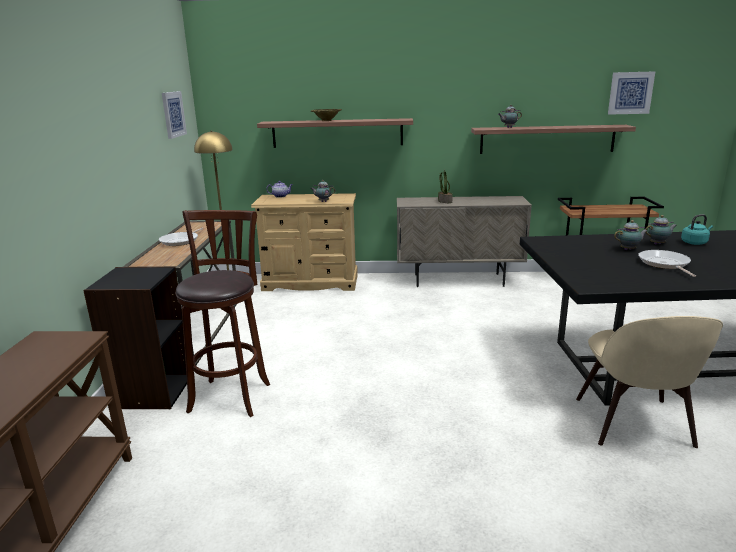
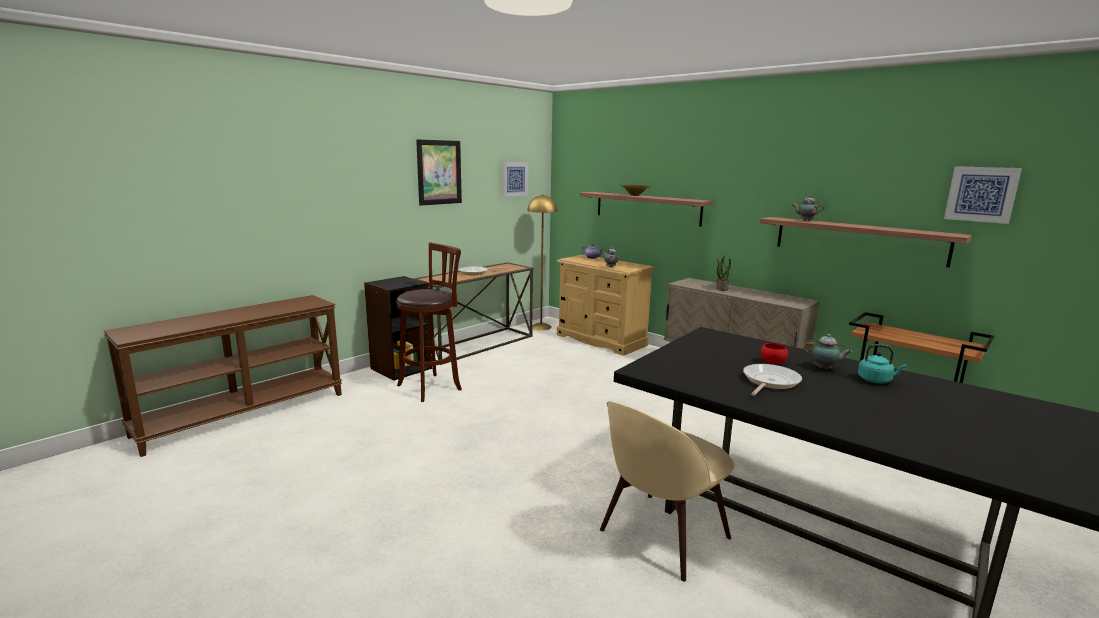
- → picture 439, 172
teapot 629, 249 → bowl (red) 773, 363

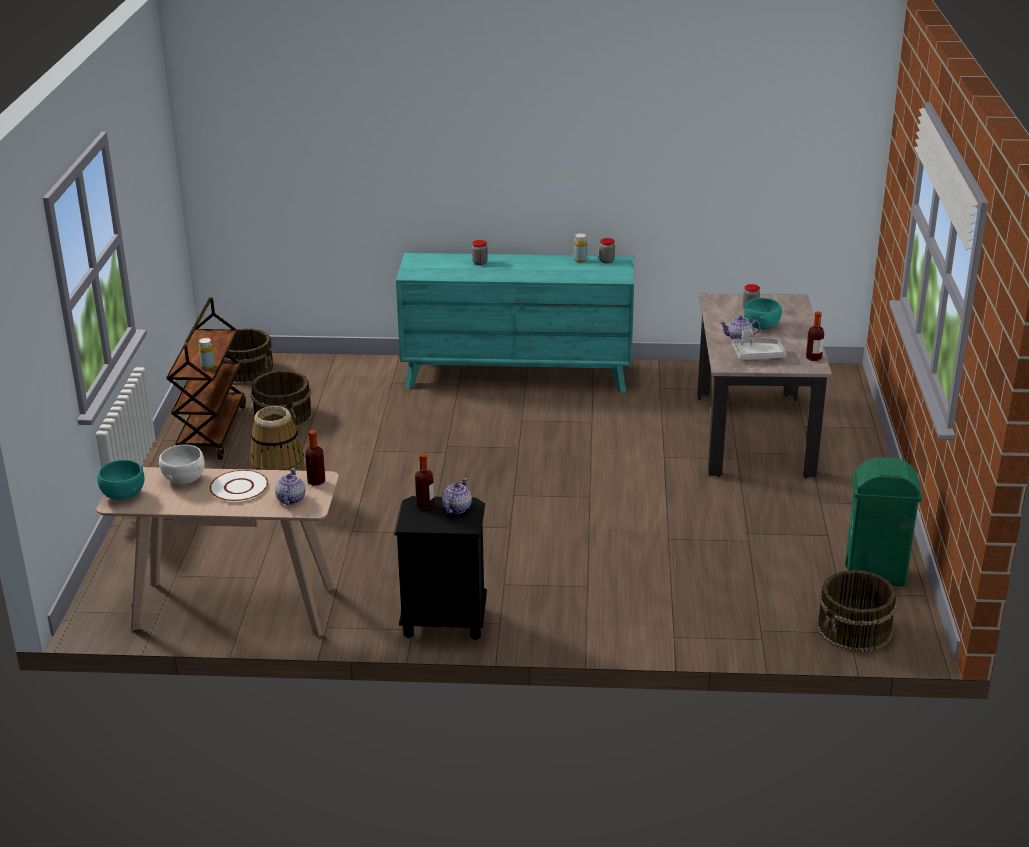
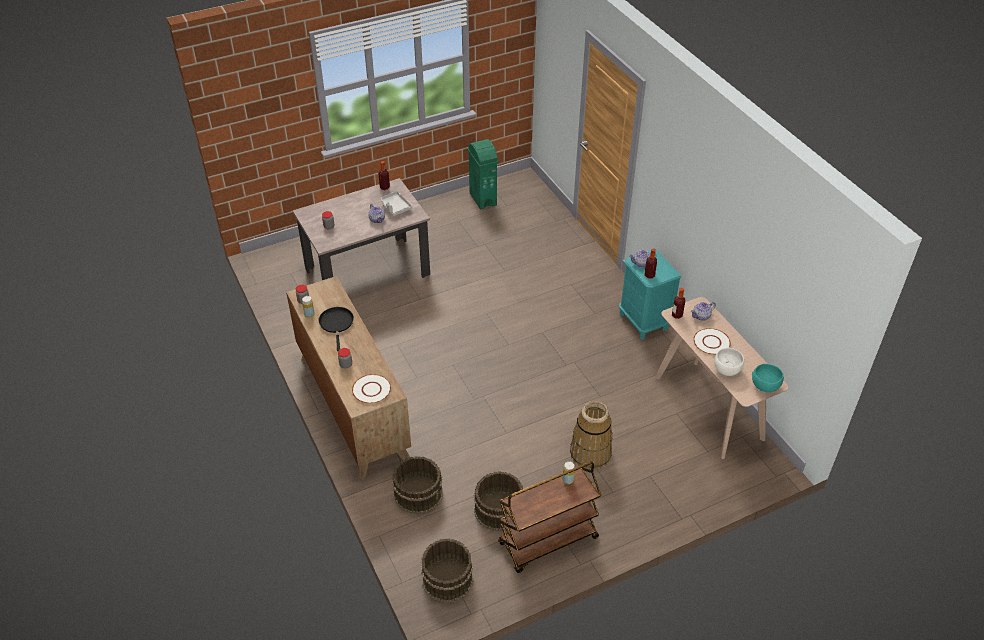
bowl (turquoise) 762, 326 → -
- → frying pan (black) 336, 324
- → plate (white) 371, 389
bucket (brown) 854, 630 → bucket (brown) 418, 493, shifted
nightstand (black) 444, 622 → nightstand (turquoise) 644, 321
dresser (turquoise) 517, 375 → dresser (brown) 352, 406

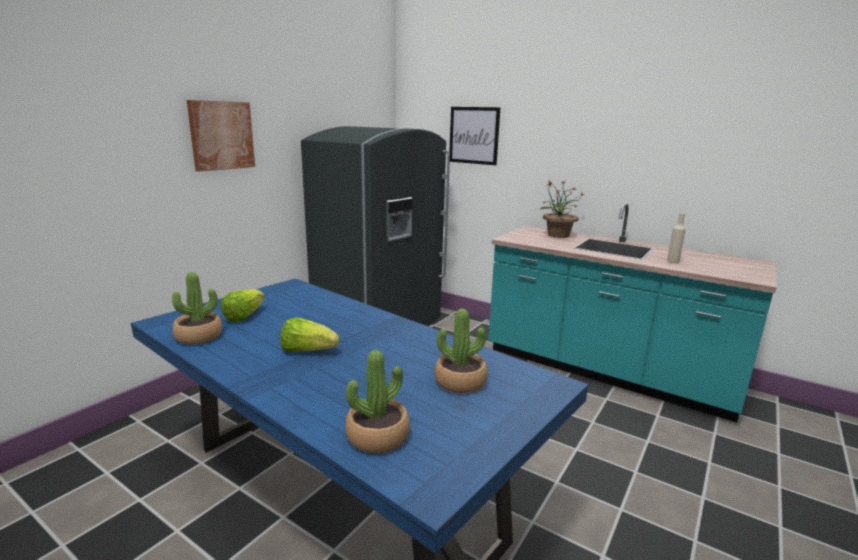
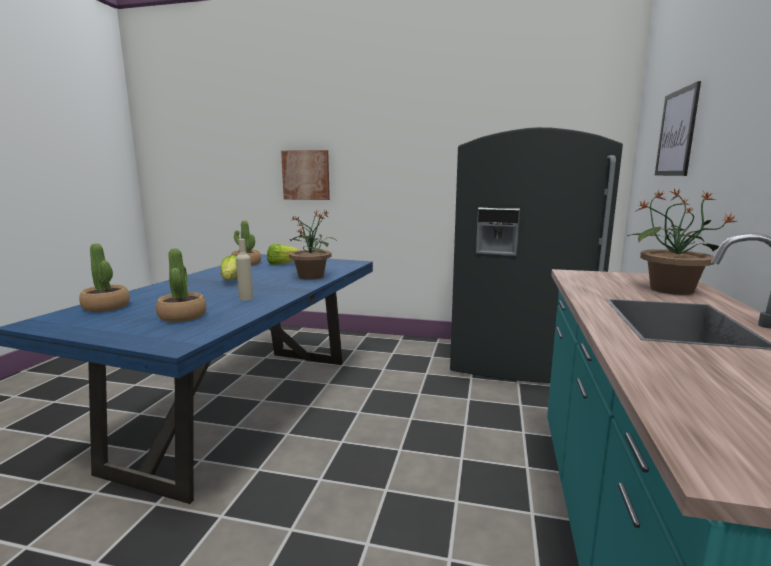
- → potted plant 311, 276
picture 221, 135 → picture 306, 175, shifted
bottle (beige) 673, 261 → bottle (beige) 246, 298, shifted

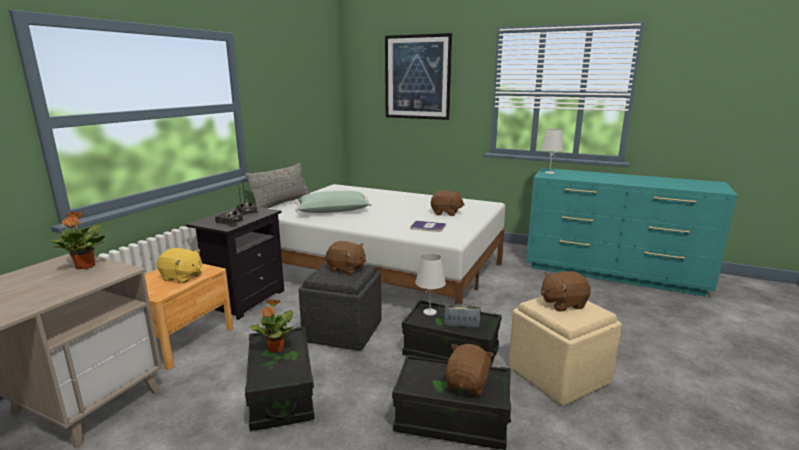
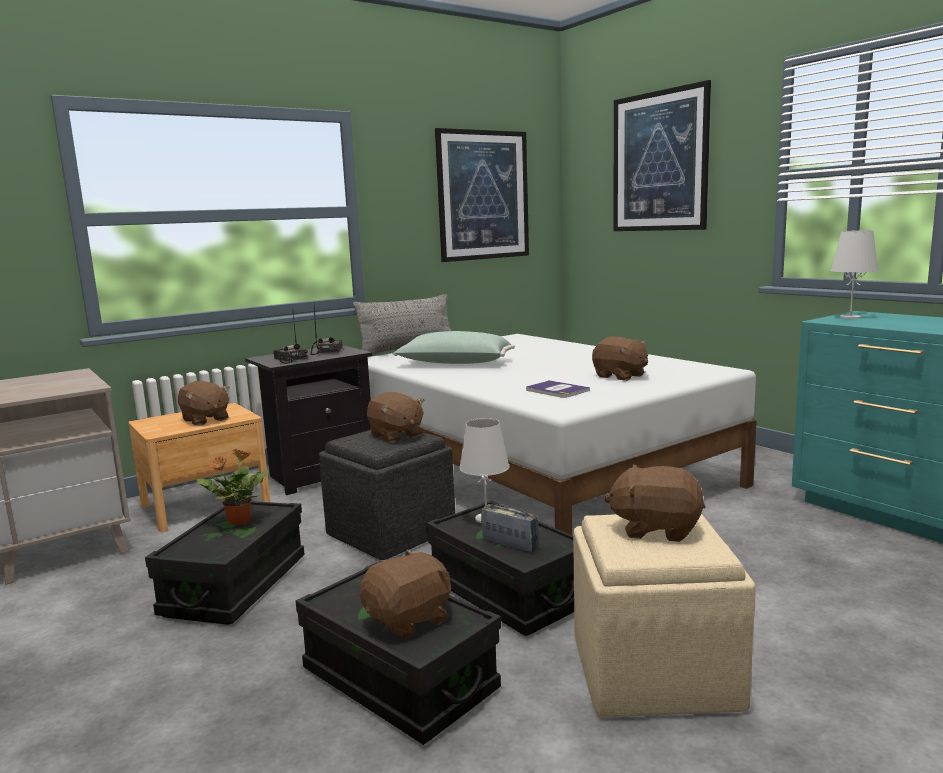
potted plant 85, 267 → -
- → picture 483, 195
plush toy (yellow) 182, 277 → plush toy (brown) 205, 420

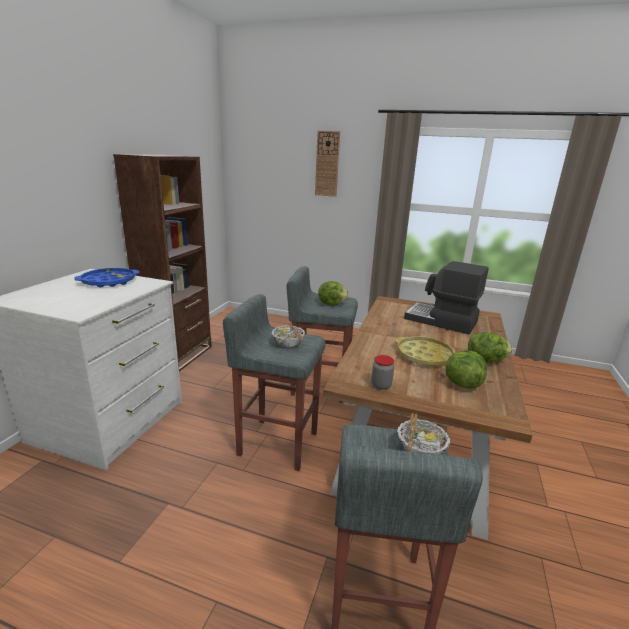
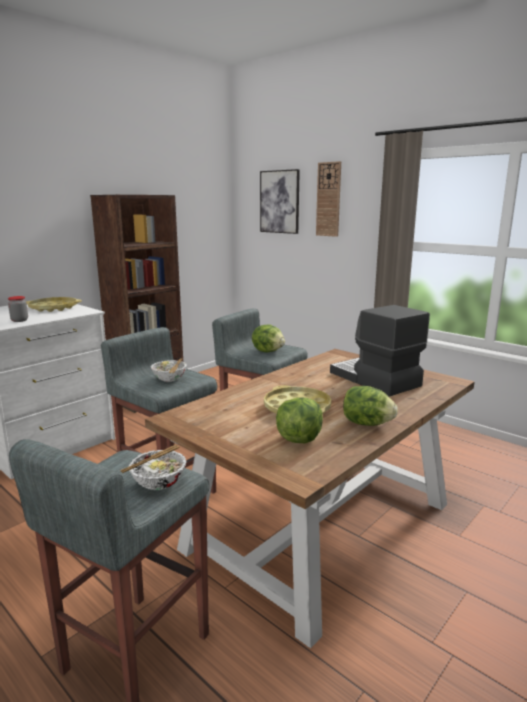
- → picture 279, 202
jar 381, 385 → jar 19, 320, shifted
tray (blue) 109, 281 → tray (yellow) 53, 308

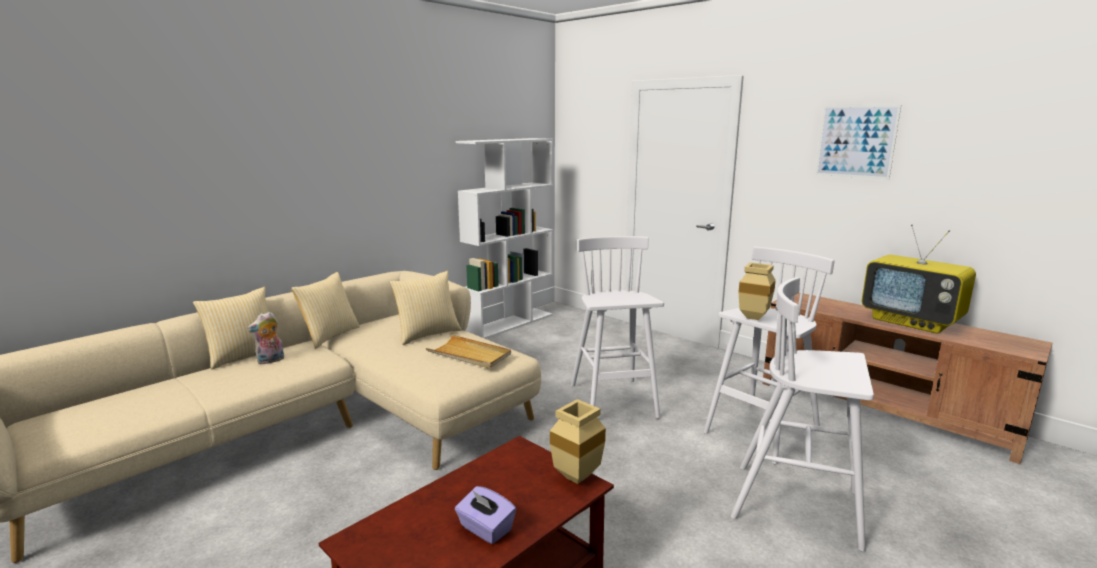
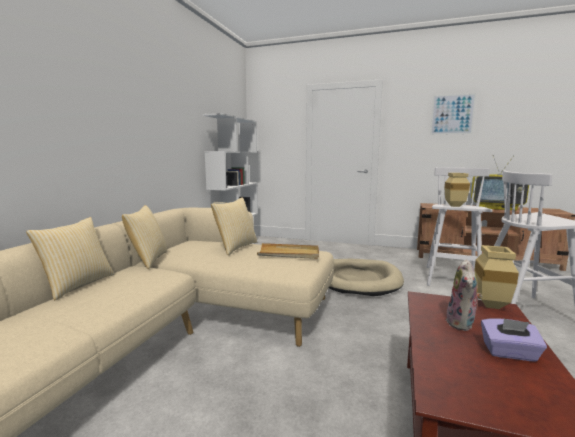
plush toy 270, 361 → plush toy 462, 324, shifted
stool (white) 613, 402 → dog bed (beige) 358, 280

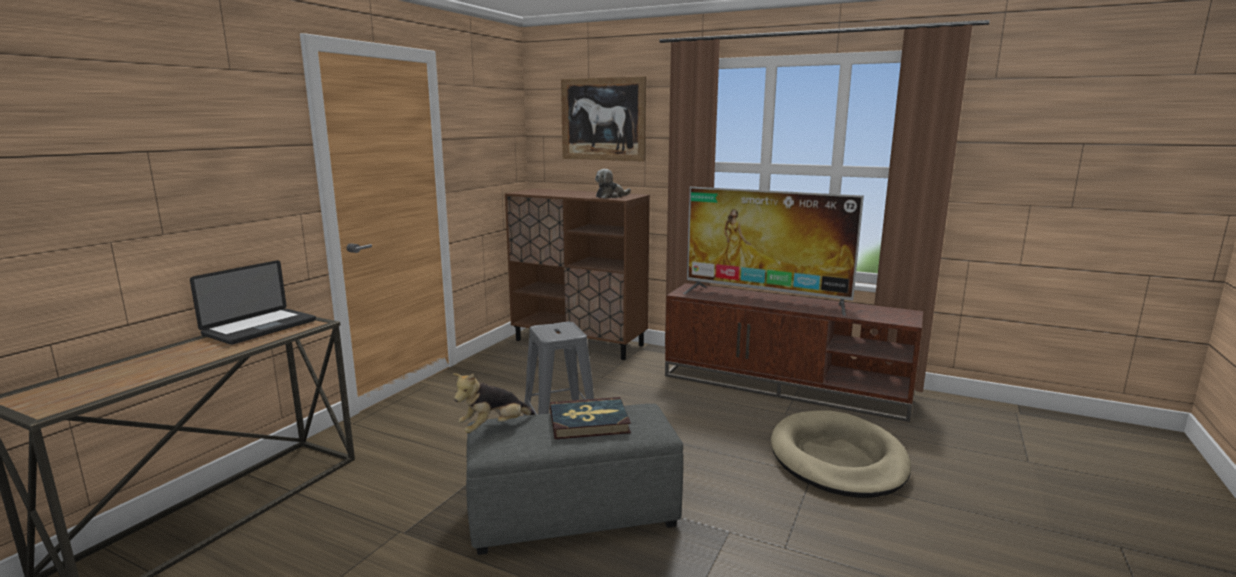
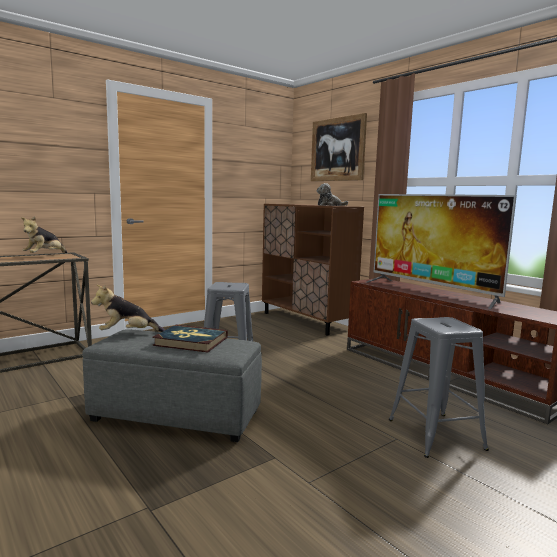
laptop 260, 328 → plush toy 44, 255
dog bed (beige) 837, 459 → stool (grey) 435, 434

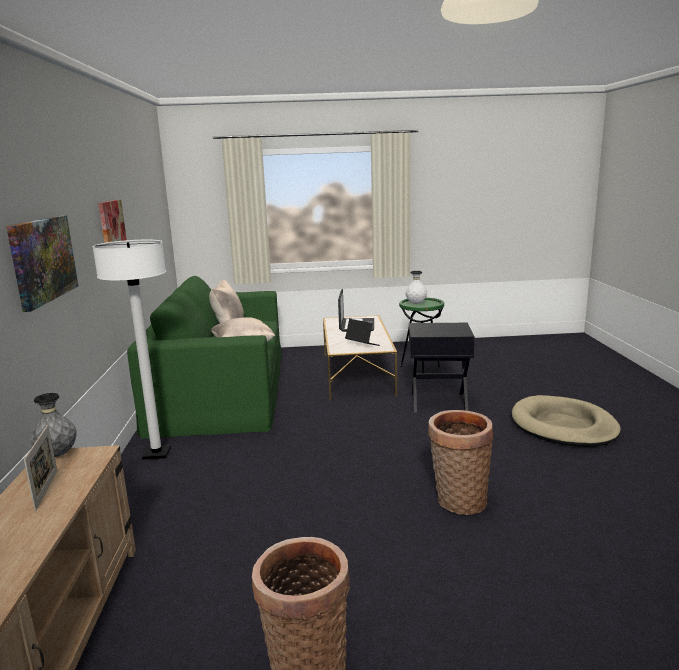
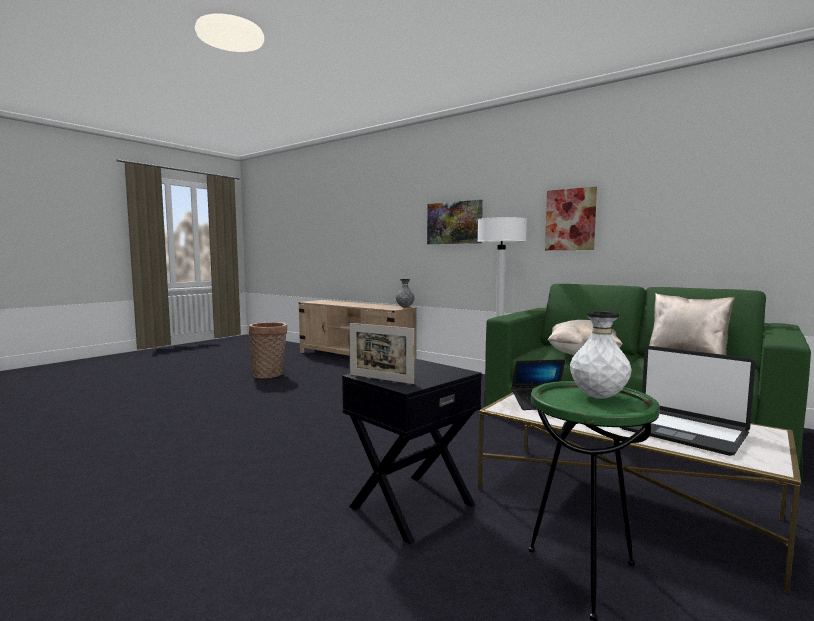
basket 458, 500 → -
dog bed (beige) 563, 426 → -
picture frame 46, 490 → picture frame 380, 379, shifted

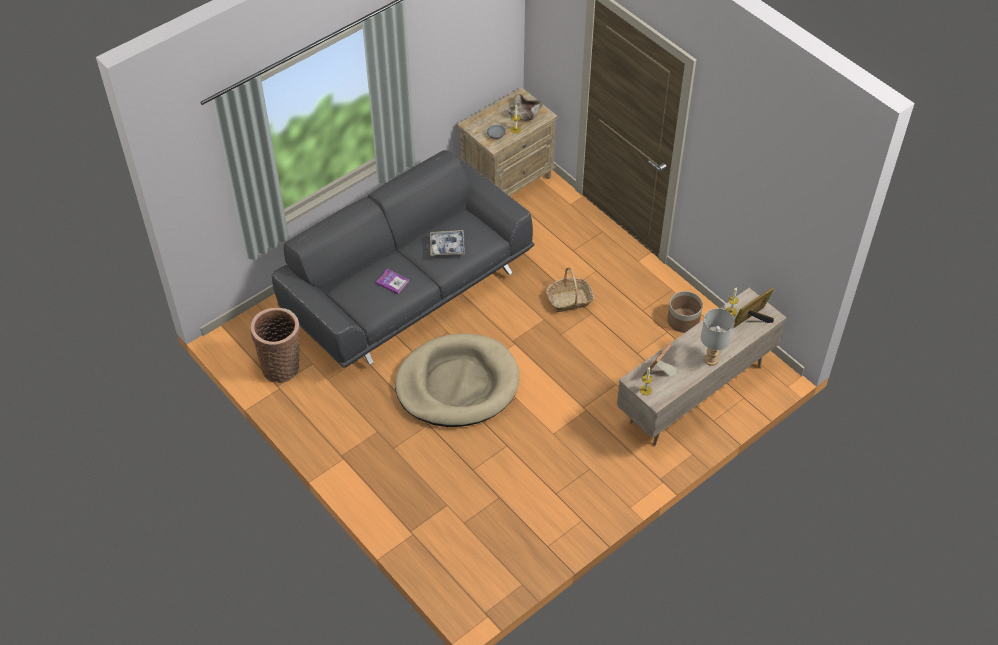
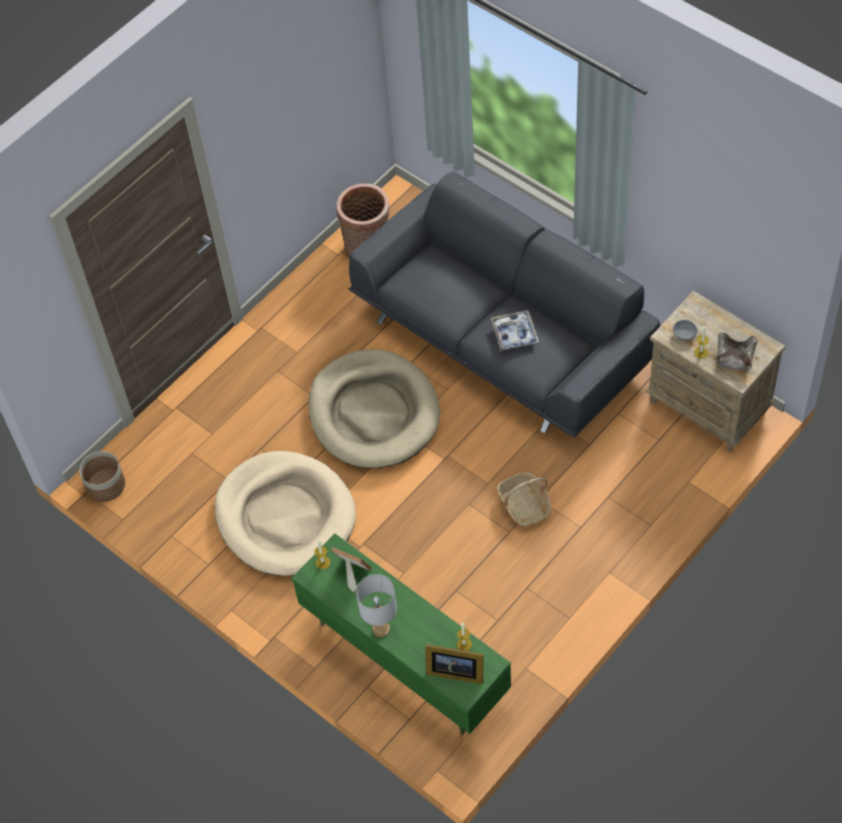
book 392, 282 → -
- → dog bed (beige) 285, 517
planter 683, 321 → planter 105, 485, shifted
tv stand (beige) 695, 393 → tv stand (green) 405, 662
picture frame 752, 320 → picture frame 454, 671, 150 degrees clockwise

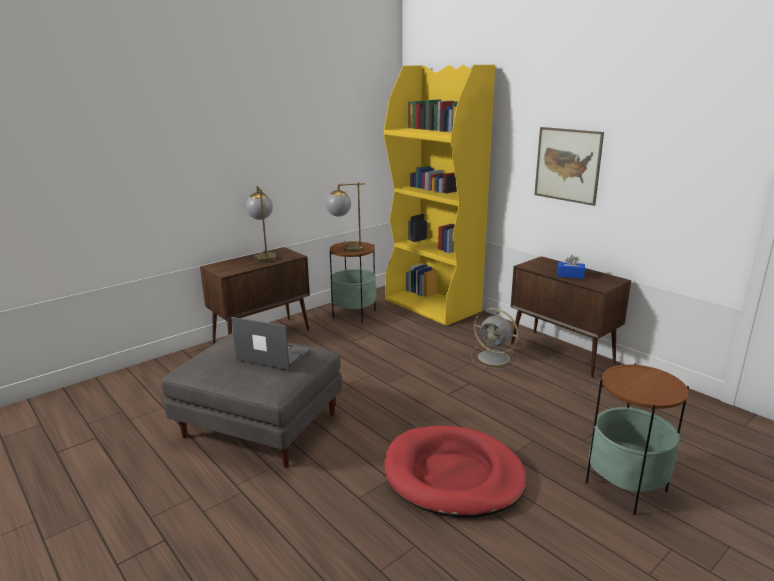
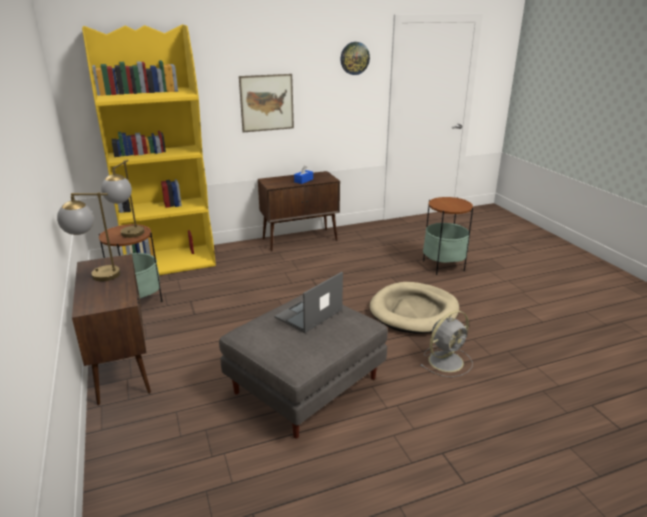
- → wall clock 354, 58
fan (grey) 495, 358 → fan (grey) 447, 360, shifted
dog bed (red) 453, 475 → dog bed (beige) 414, 311

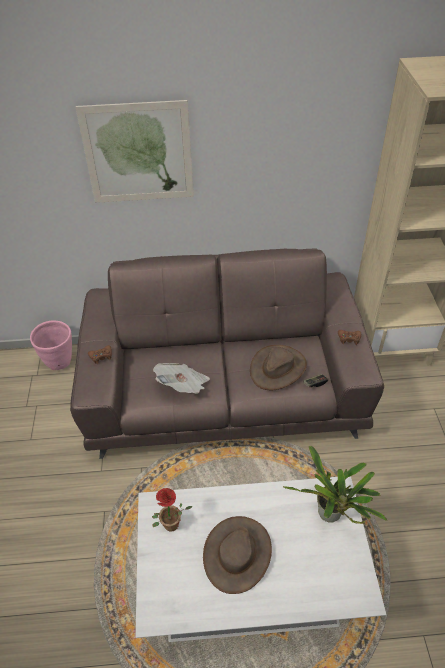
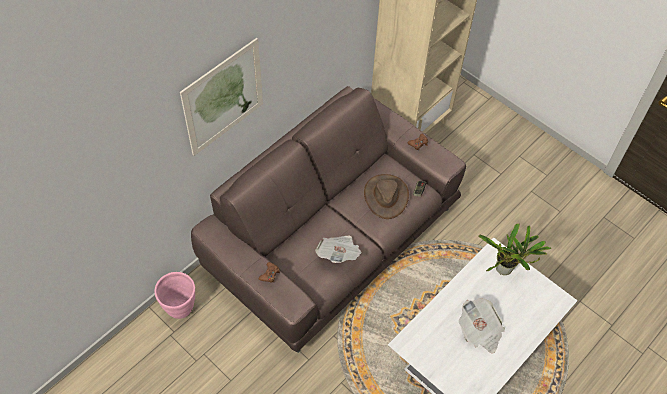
potted plant 170, 528 → -
hat (brown) 237, 554 → newspaper 480, 331

